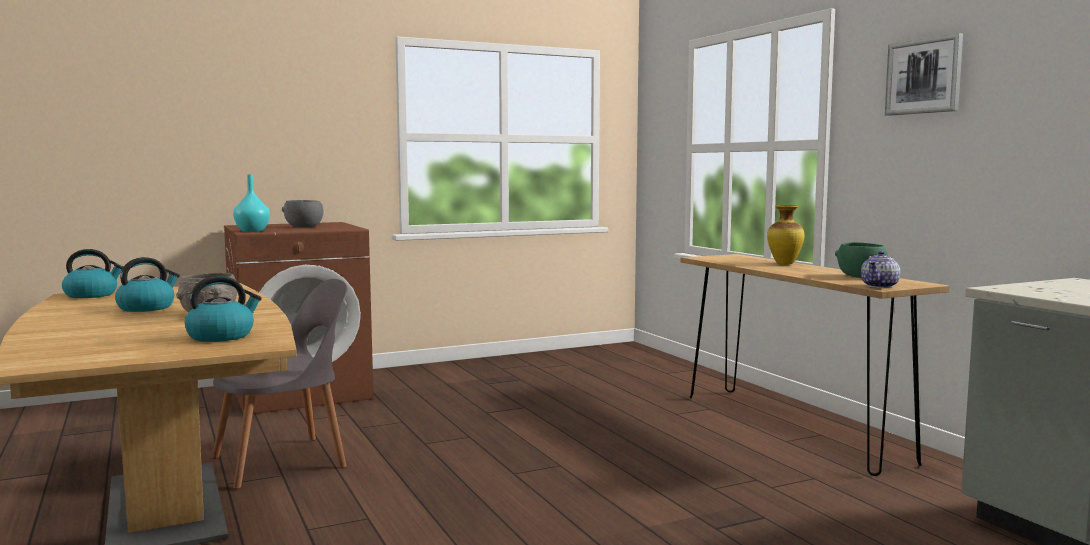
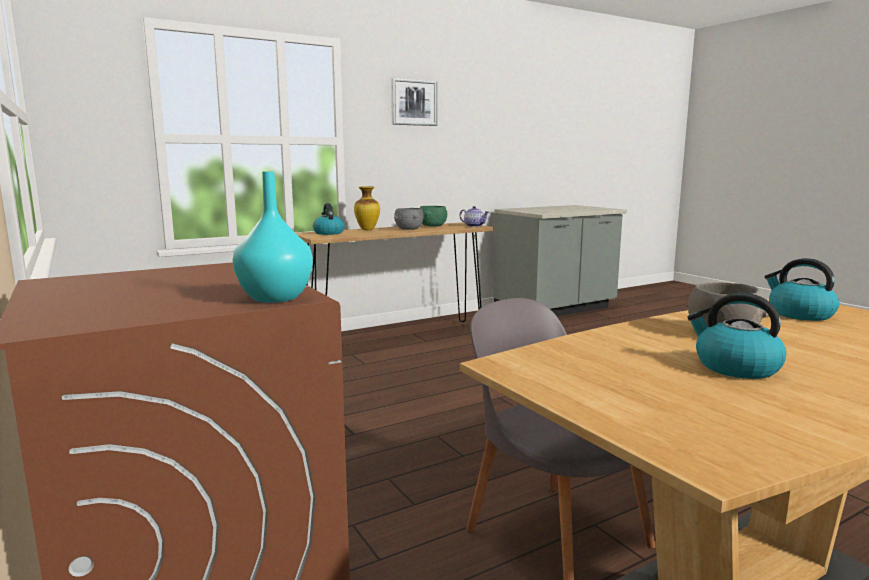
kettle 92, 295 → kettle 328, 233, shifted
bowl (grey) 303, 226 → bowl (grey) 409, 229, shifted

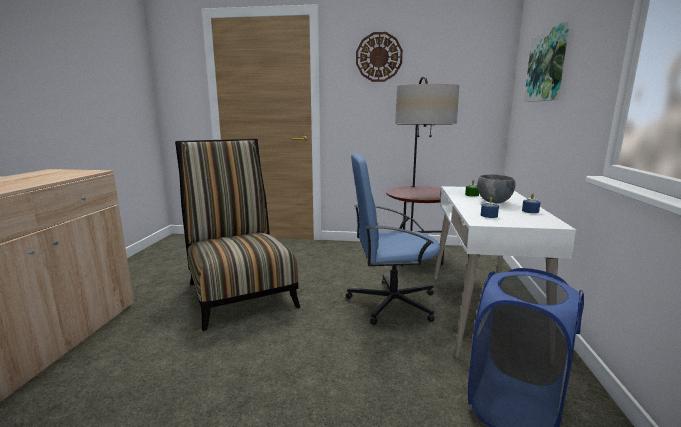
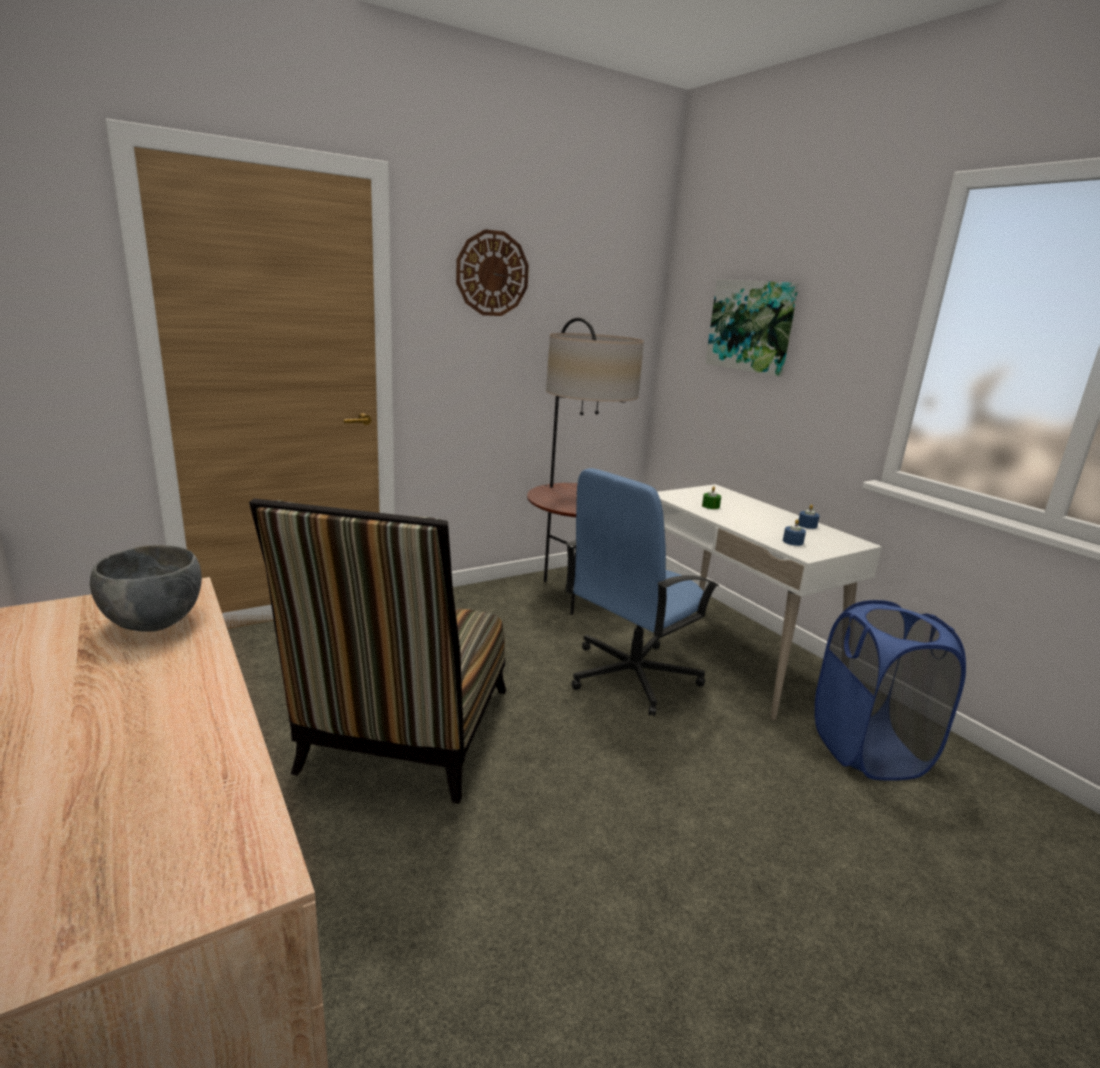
bowl (grey) 493, 202 → bowl (grey) 153, 623, shifted
chair 240, 291 → chair 403, 737, 105 degrees counterclockwise

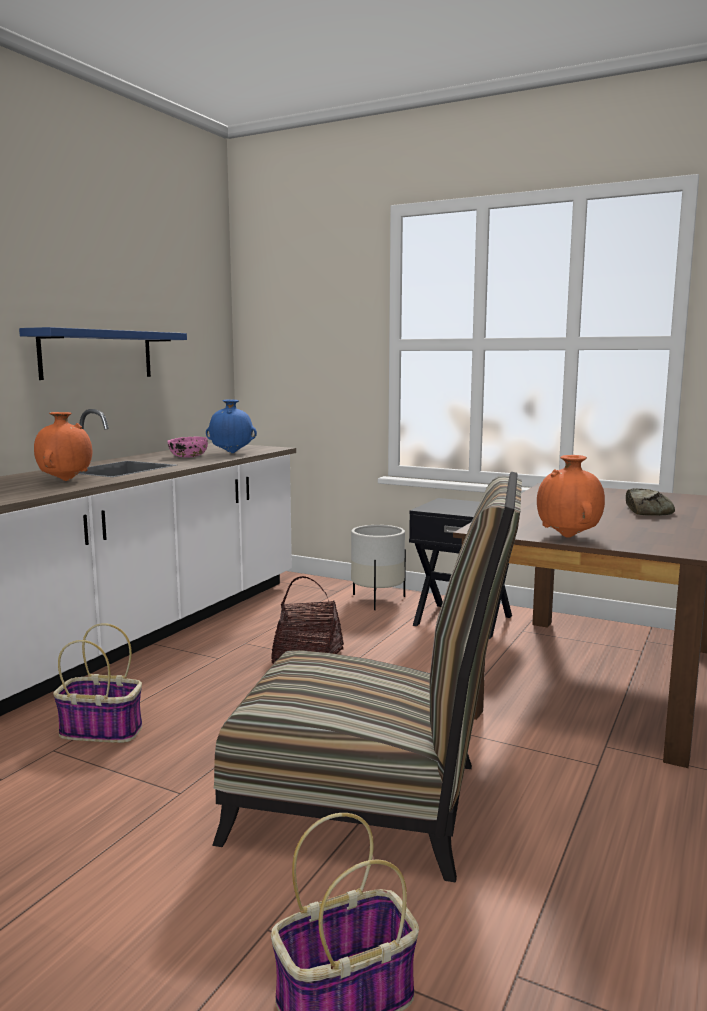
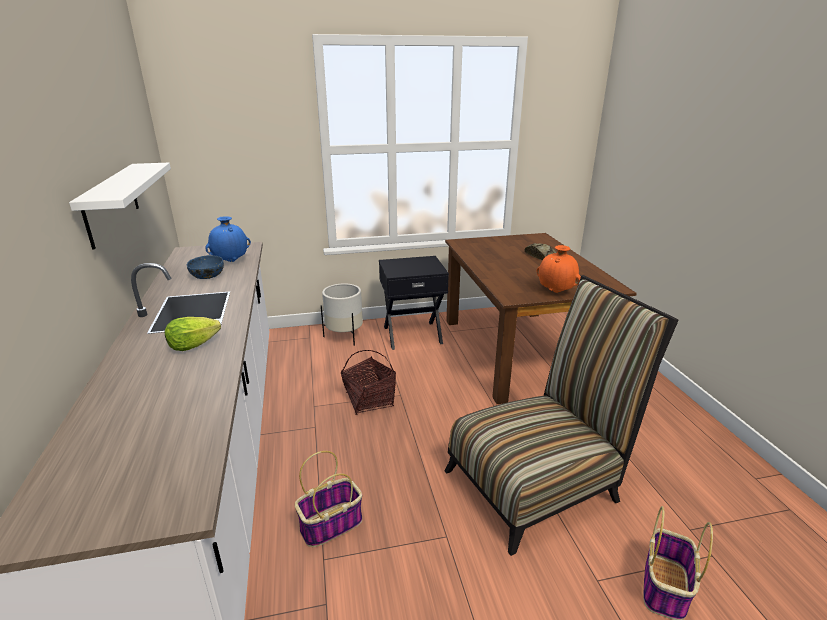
vase (orange) 65, 480 → lettuce 193, 345
shelf (blue) 97, 354 → shelf (white) 111, 203
bowl (pink) 188, 456 → bowl (blue) 207, 276

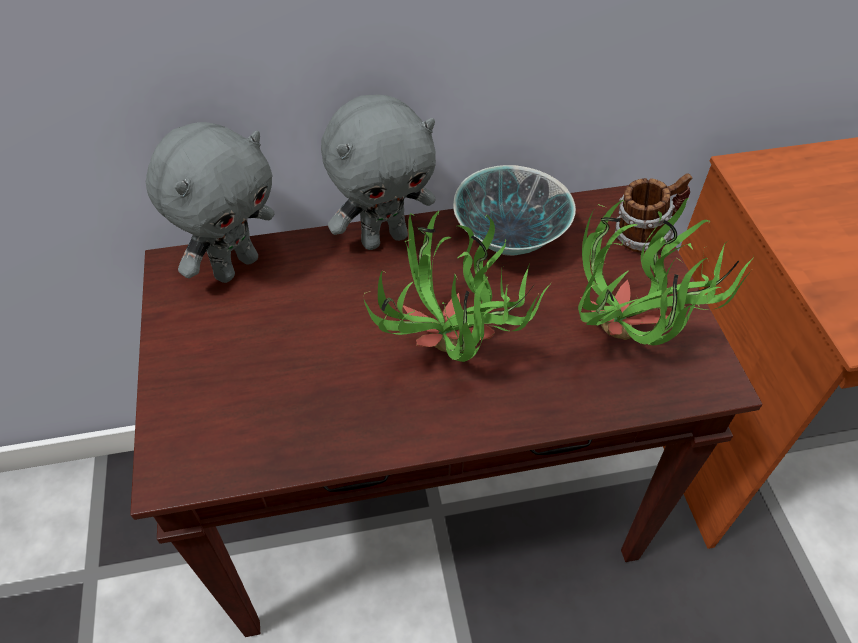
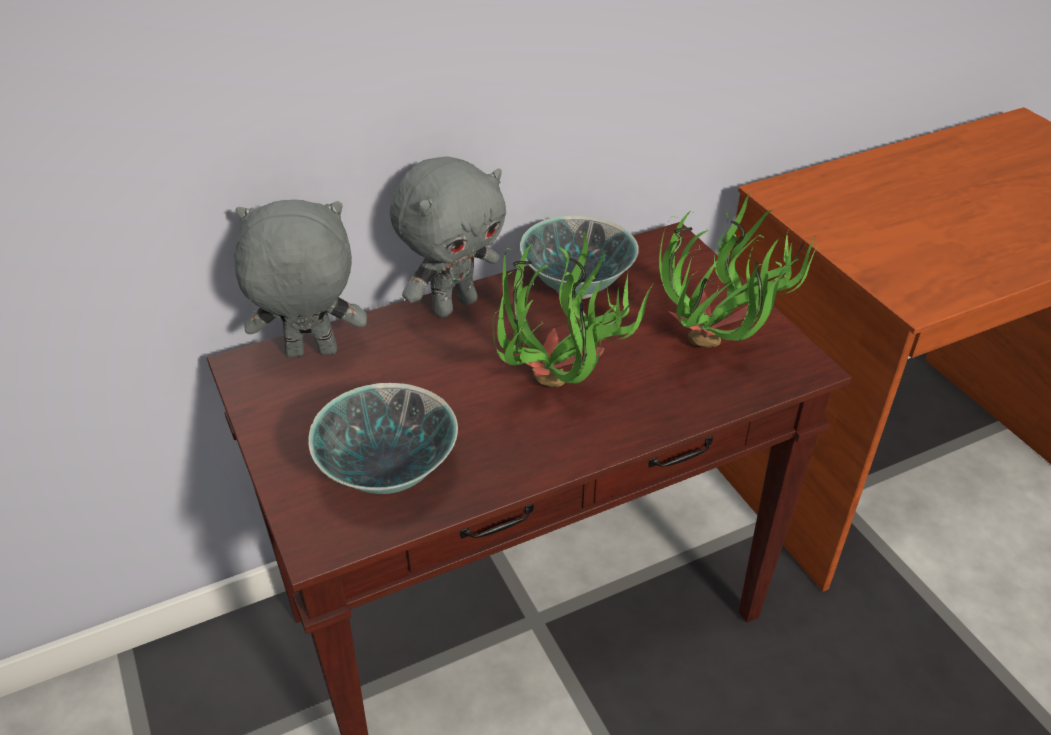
mug 643, 236 → -
- → bowl 388, 476
plush toy (grey) 235, 266 → plush toy (grey) 311, 354, 120 degrees counterclockwise

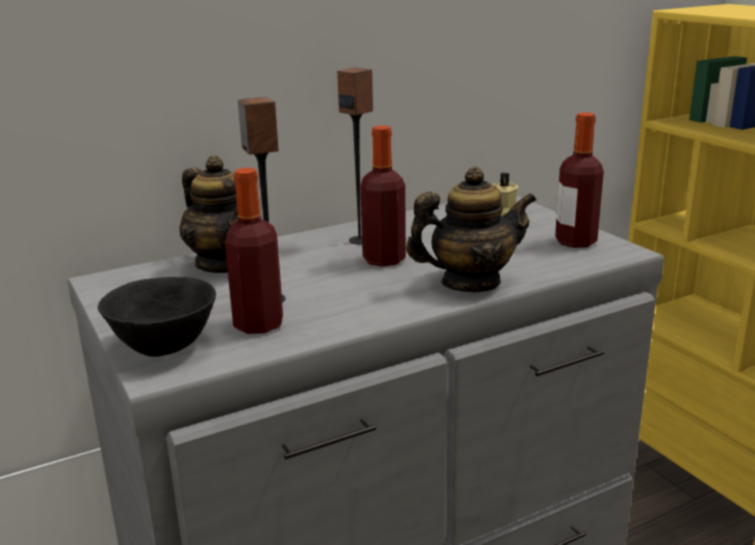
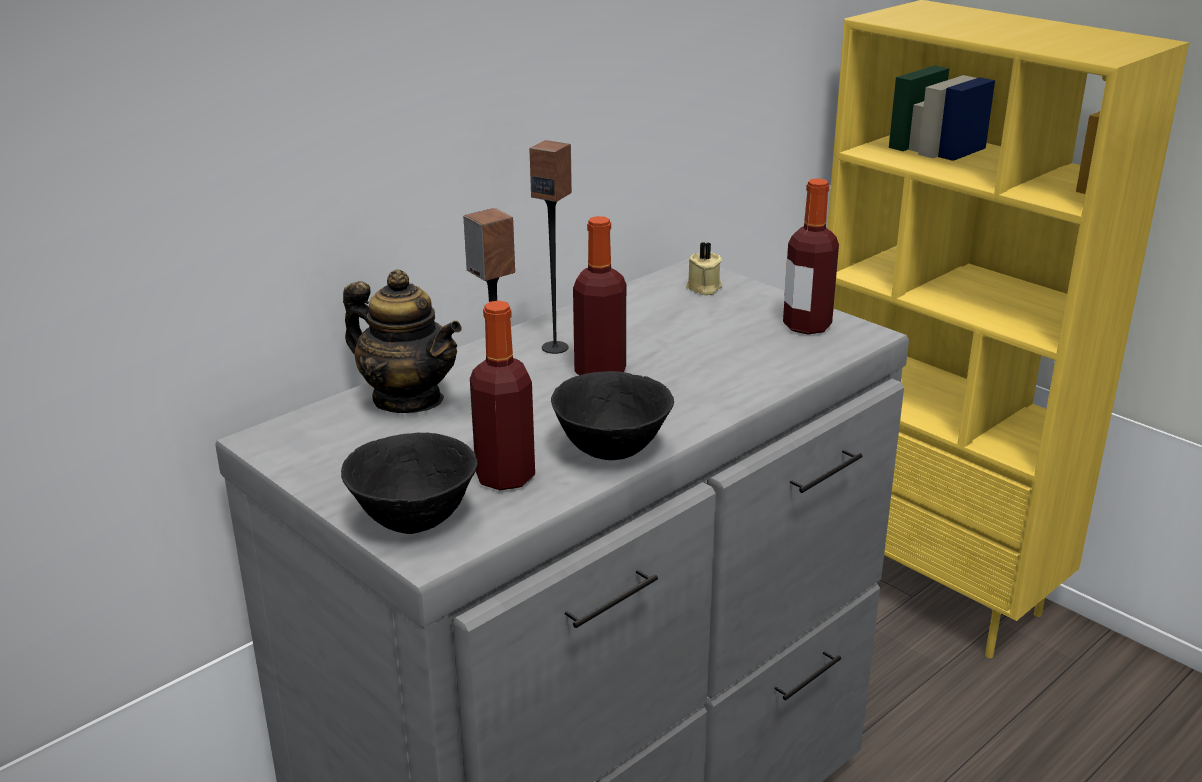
teapot 470, 283 → -
- → bowl (black) 612, 451

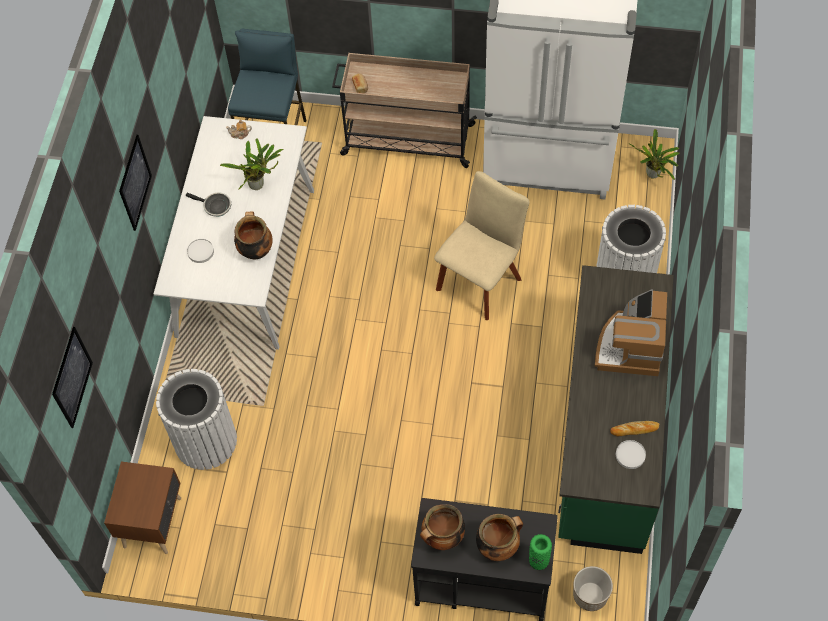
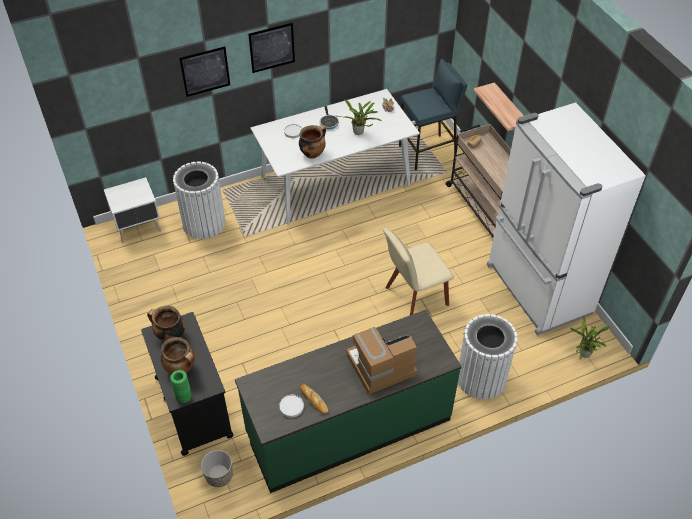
- → shelf 510, 110
picture 72, 377 → picture 205, 71, shifted
nightstand (brown) 154, 521 → nightstand (white) 139, 227
chair (beige) 480, 280 → chair (beige) 414, 297, 150 degrees clockwise

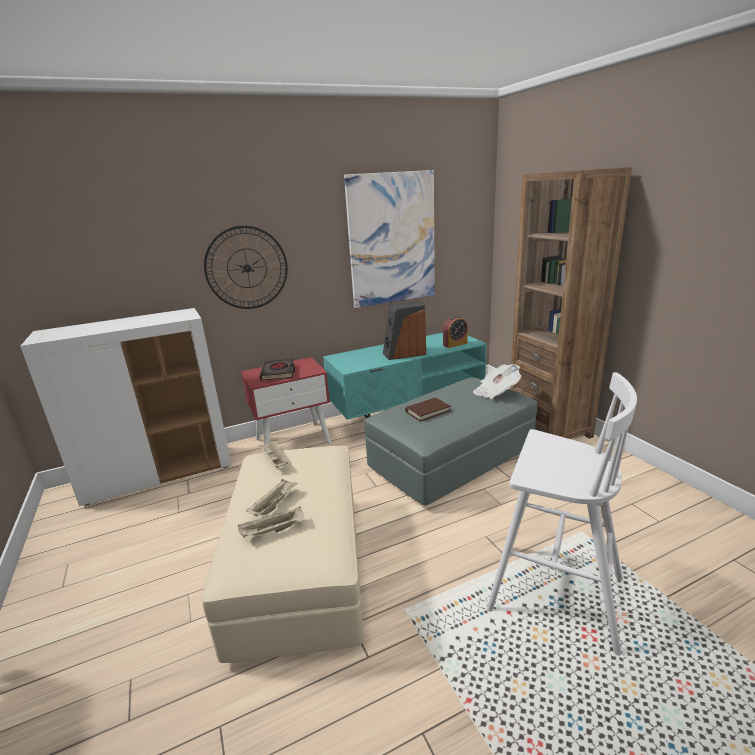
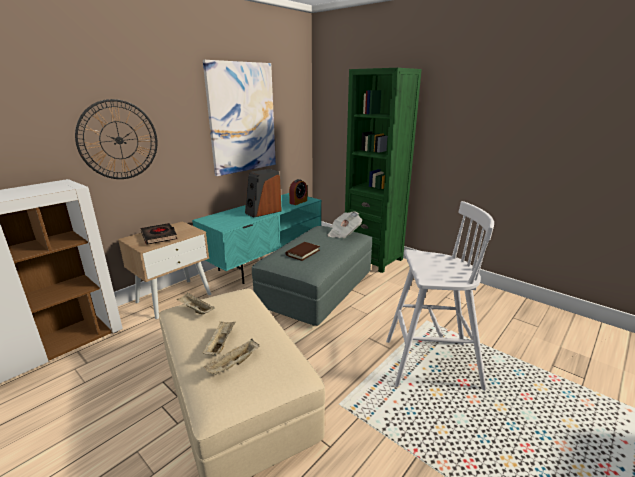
nightstand (red) 293, 440 → nightstand (beige) 174, 298
bookcase (brown) 549, 430 → bookcase (green) 373, 259

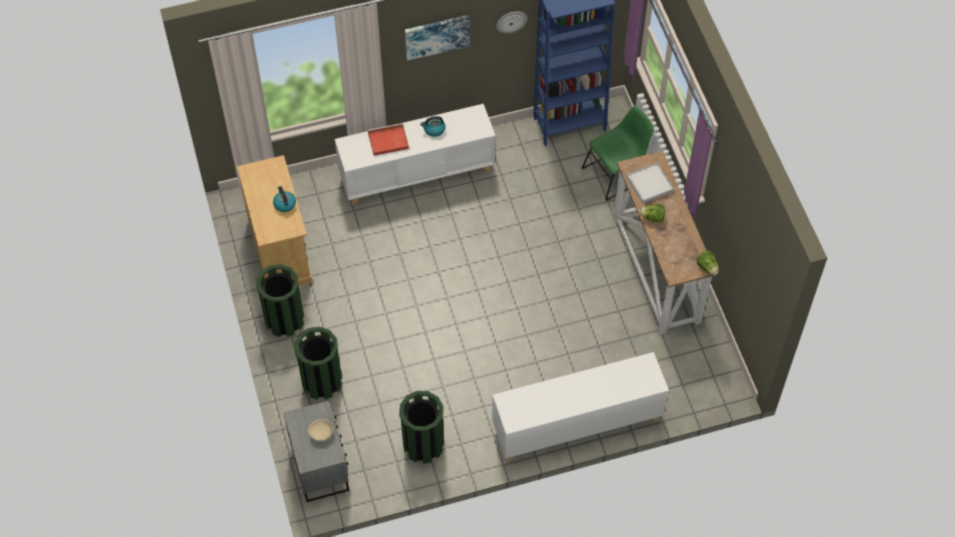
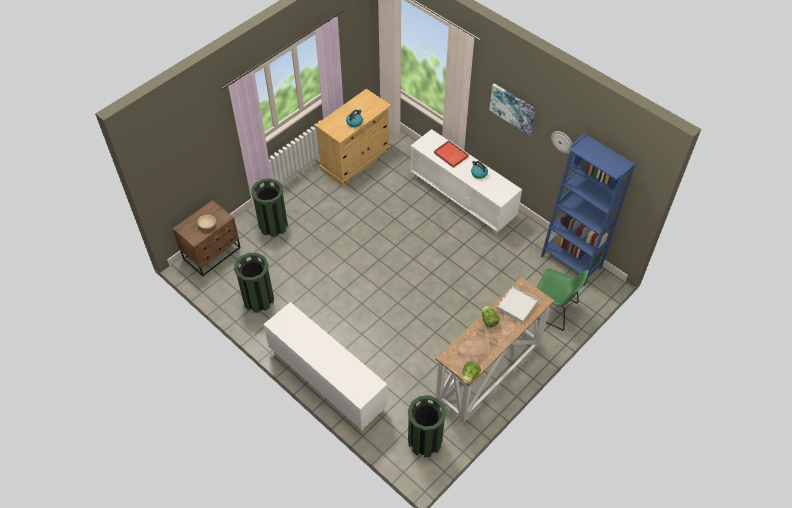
trash can (green) 284, 320 → trash can (green) 424, 441, shifted
nightstand (grey) 320, 466 → nightstand (brown) 212, 253

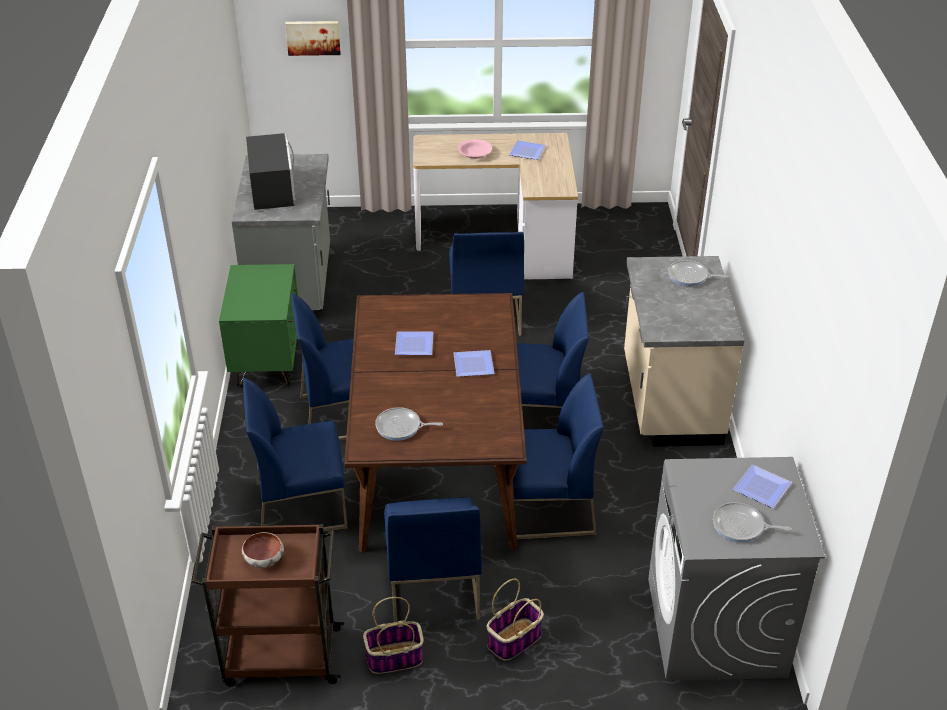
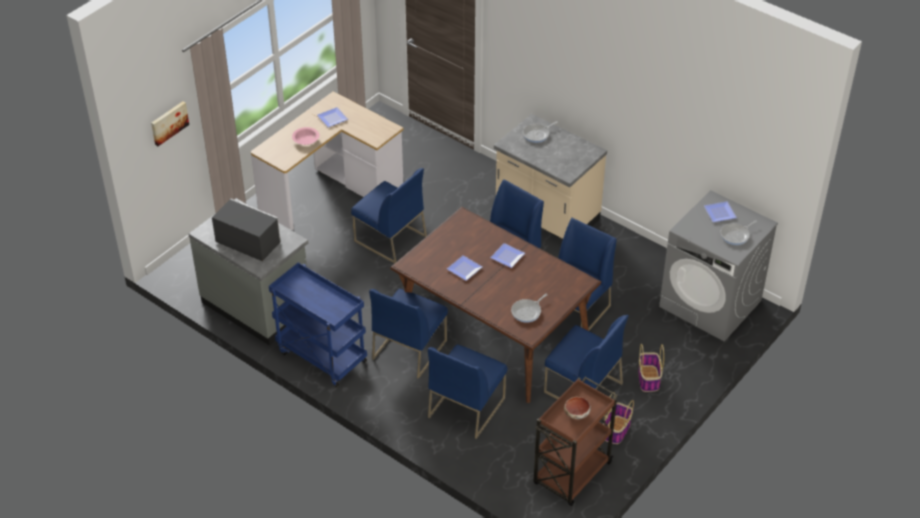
nightstand (green) 267, 361 → cart (blue) 320, 356

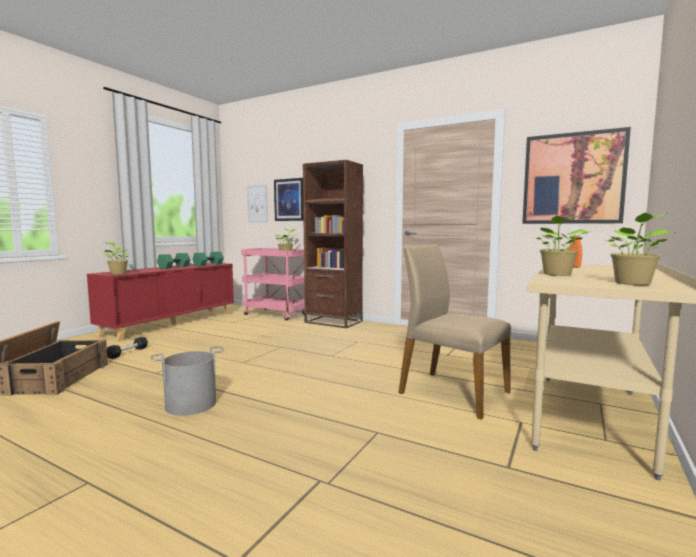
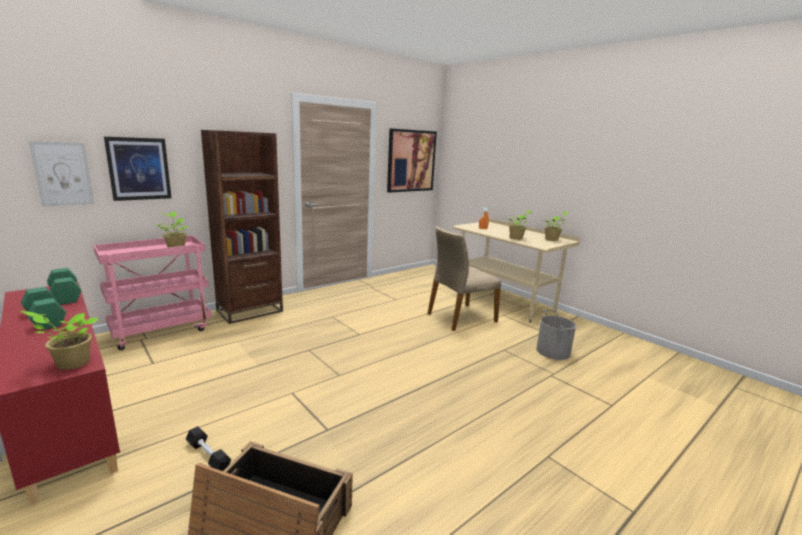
bucket (grey) 191, 404 → bucket (grey) 552, 351, shifted

